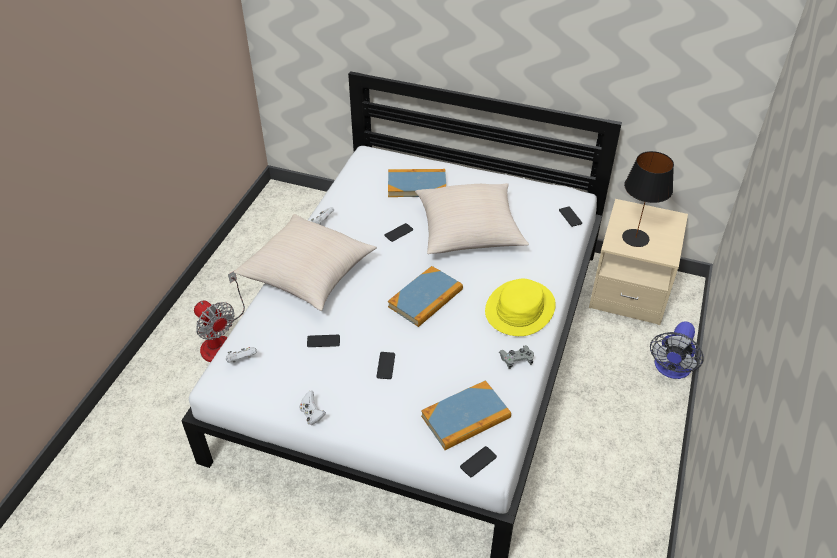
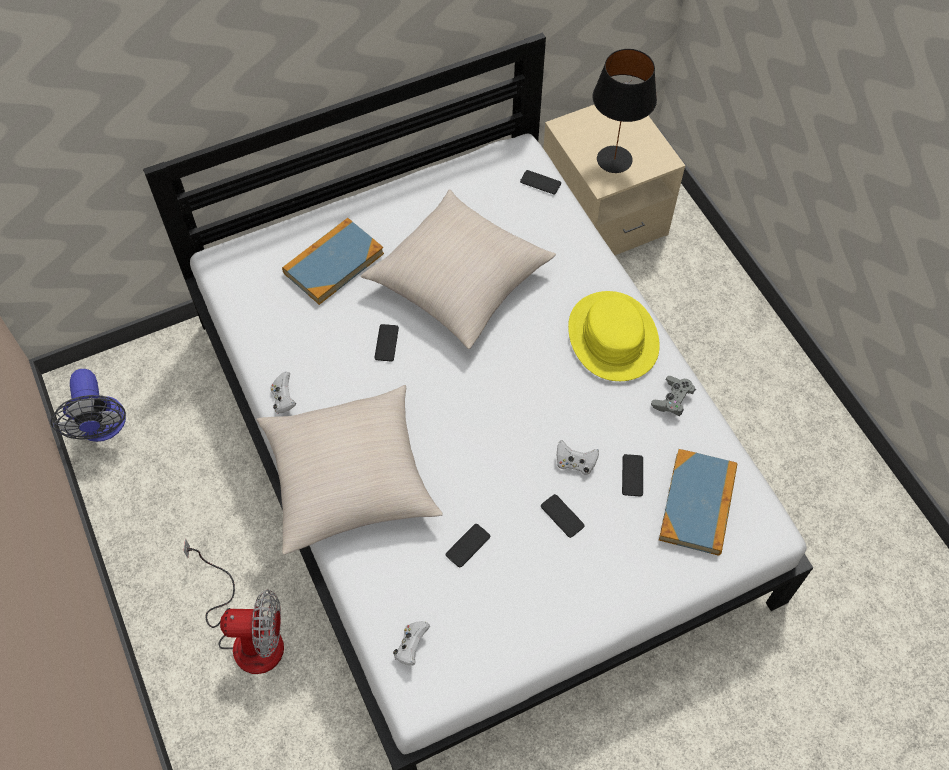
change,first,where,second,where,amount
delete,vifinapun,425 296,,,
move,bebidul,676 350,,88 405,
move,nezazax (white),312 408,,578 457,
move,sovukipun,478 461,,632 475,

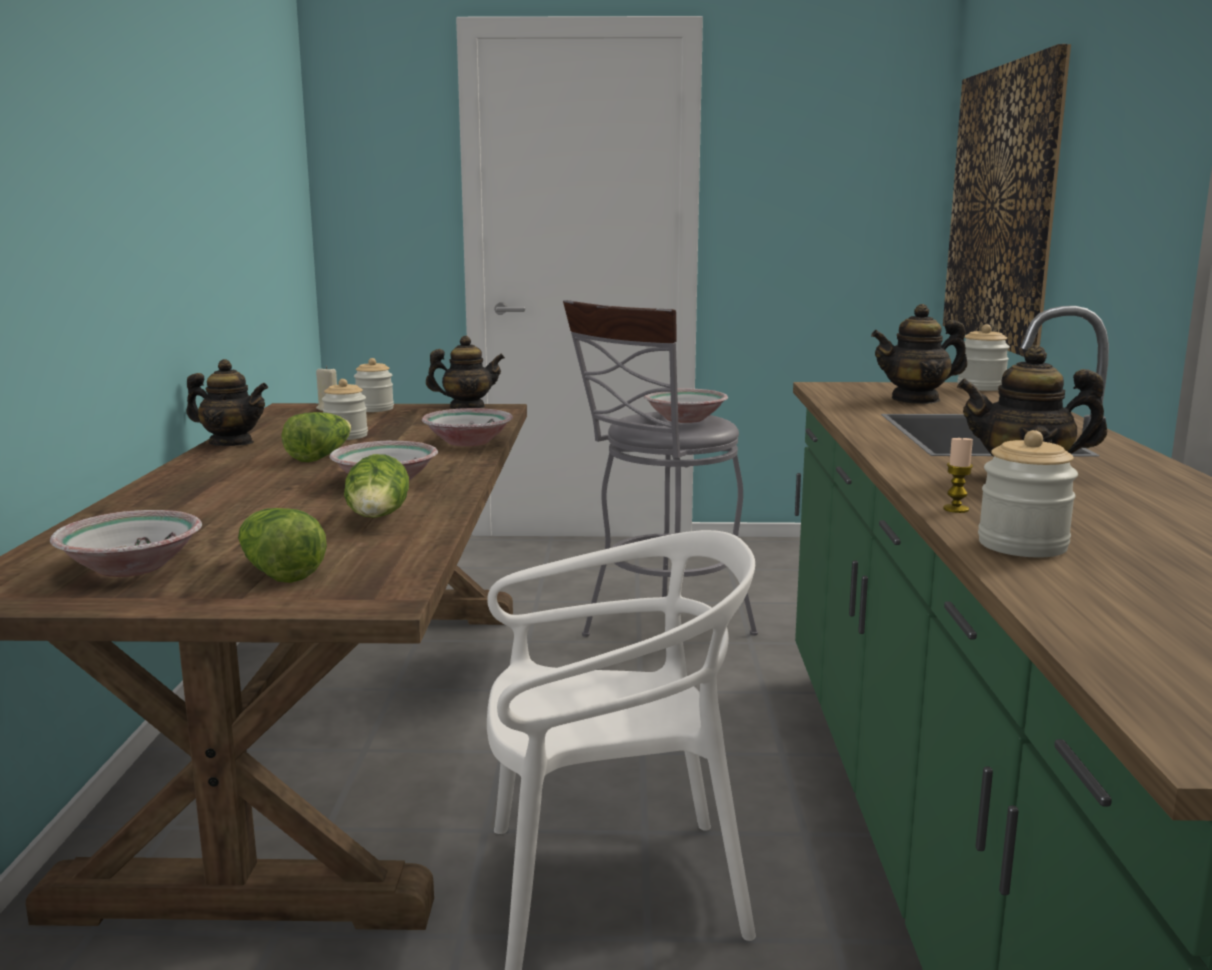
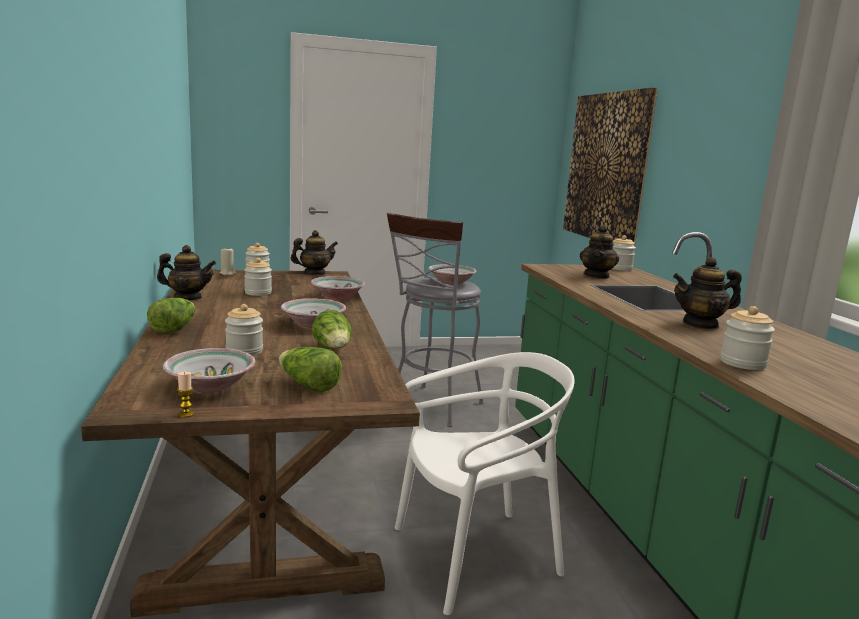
change,first,where,second,where,amount
rotate,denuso,919 354,,599 252,45 degrees counterclockwise
move,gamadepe,316 437,,171 316,
move,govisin,958 474,,185 395,
insert,,,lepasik,244 330,

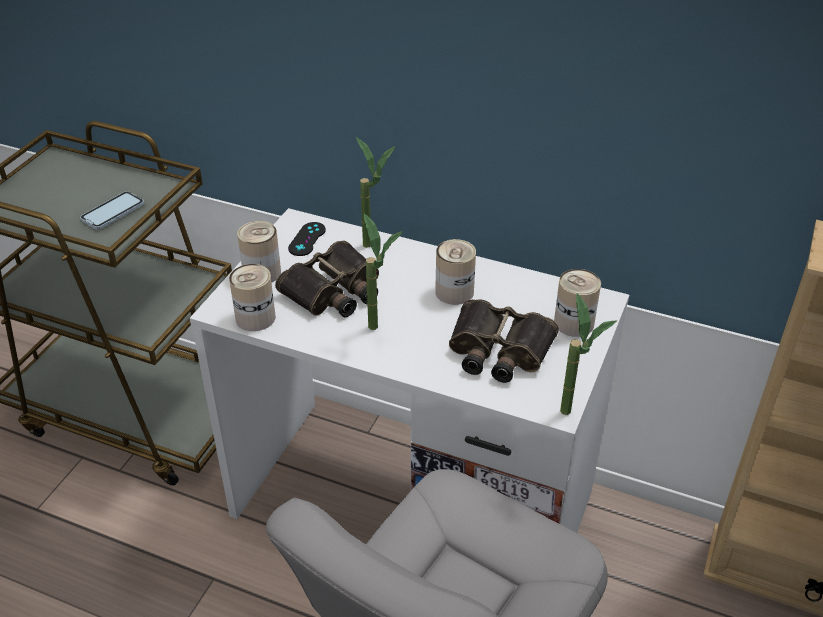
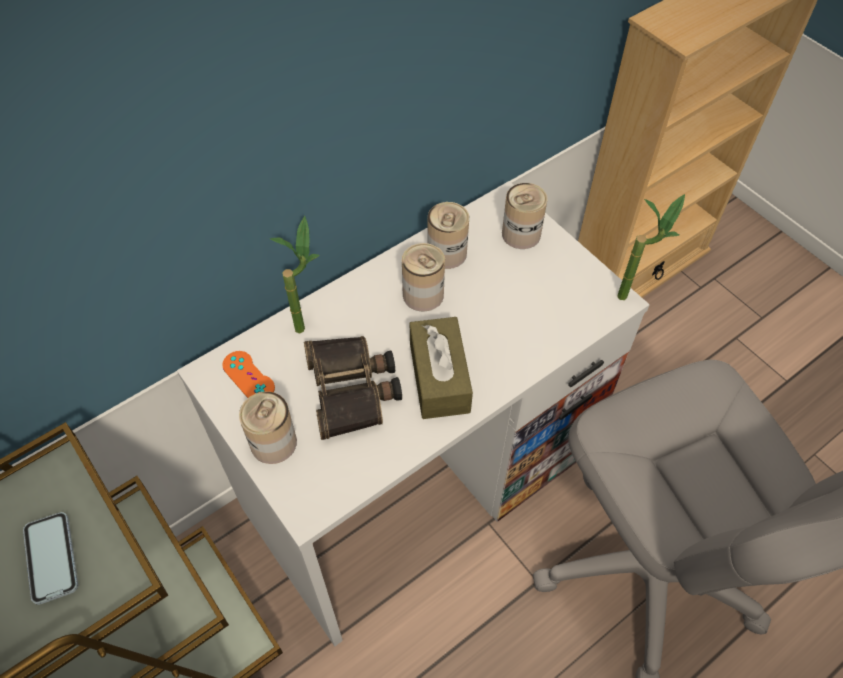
change,first,where,second,where,amount
replace,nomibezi,383 271,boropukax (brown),441 368,
recolor,nezazax (black),307 239,nezazax (orange),248 374,
move,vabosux,252 297,,448 235,
delete,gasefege,504 341,,,

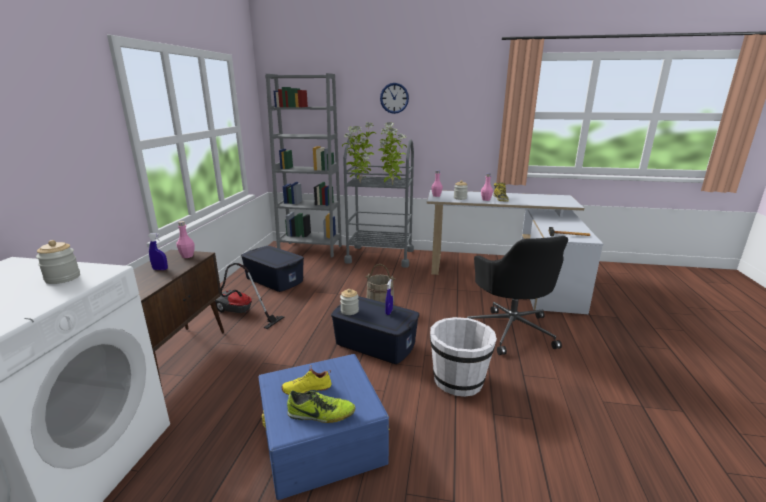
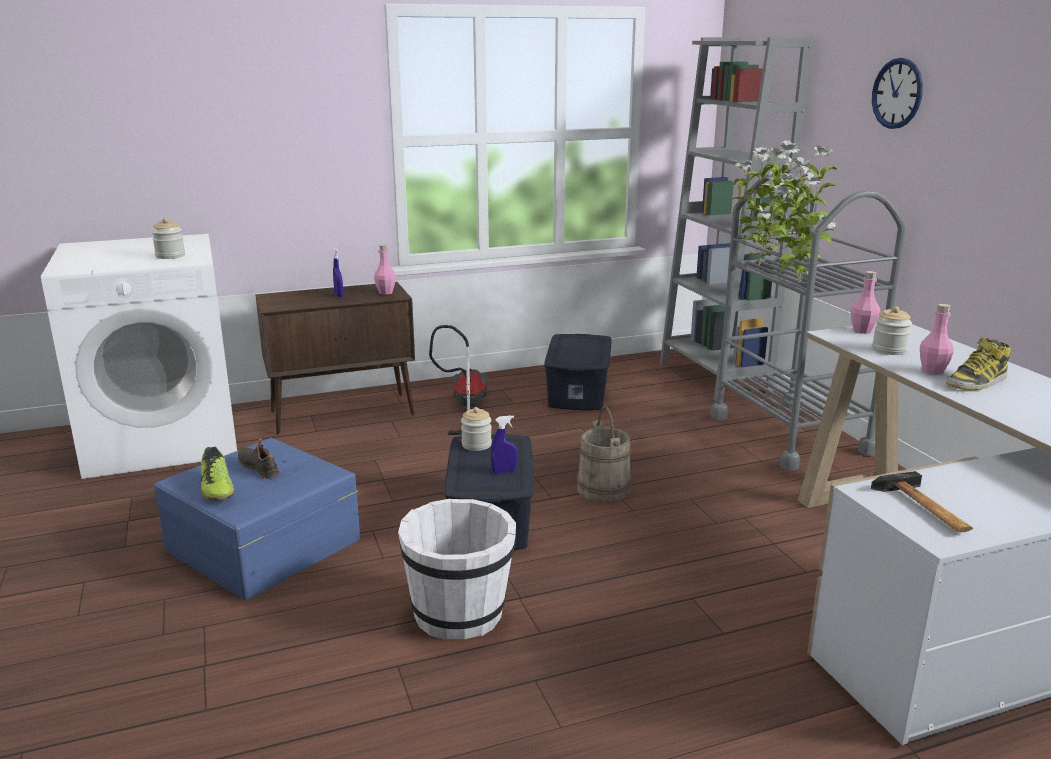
change,first,where,second,where,amount
delete,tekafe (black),517 295,,,
recolor,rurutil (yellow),307 380,rurutil (black),258 459,

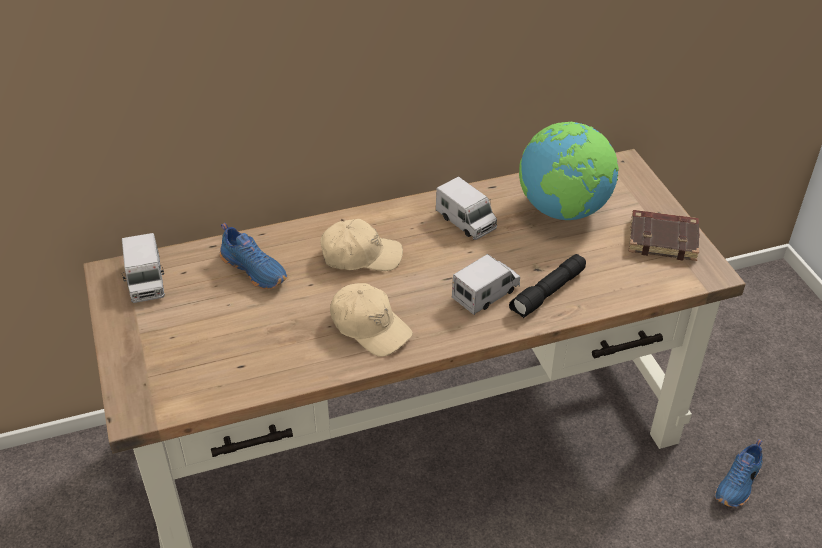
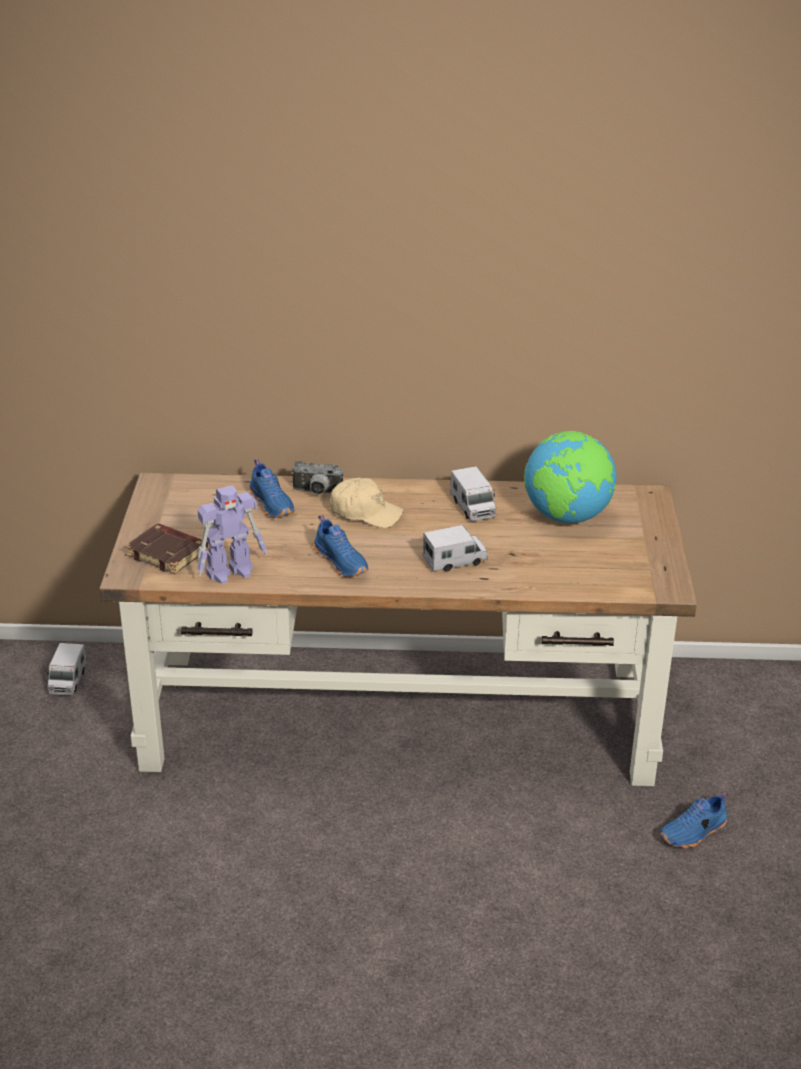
change,first,where,second,where,amount
move,vifinapun (brown),664 235,,166 548,
move,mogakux,143 268,,66 669,
delete,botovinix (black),547 286,,,
replace,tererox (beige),371 320,rurutil (blue),341 546,
insert,,,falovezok,317 478,
insert,,,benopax,232 534,

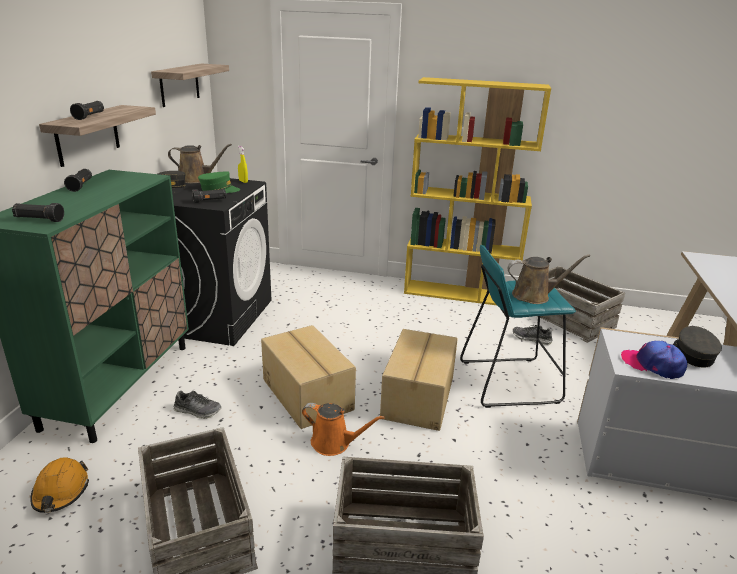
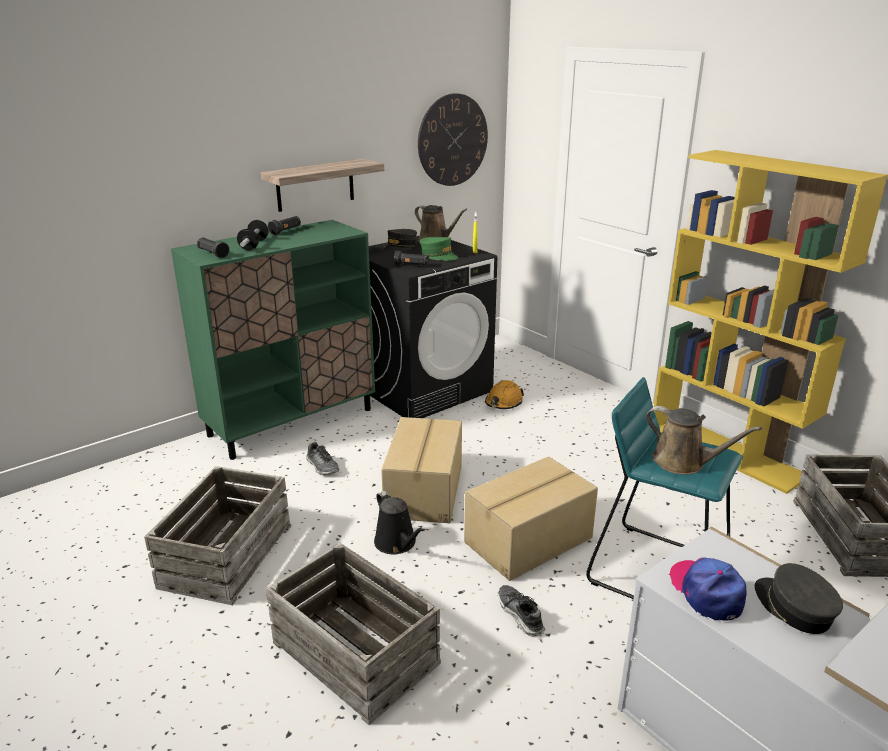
change,first,where,second,where,amount
replace,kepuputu,190 85,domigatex,453 139,
delete,botovinix (black),87 110,,,
move,rurutil,532 335,,521 611,
rotate,tererox (grey),697 347,,799 598,75 degrees counterclockwise
recolor,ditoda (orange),343 429,ditoda (black),399 523,
move,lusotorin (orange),59 485,,504 394,
insert,,,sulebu,252 235,

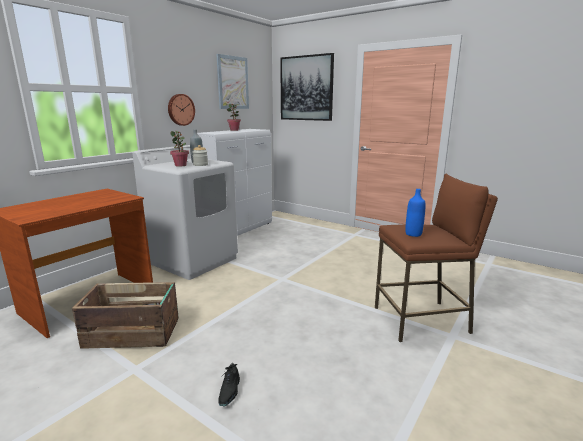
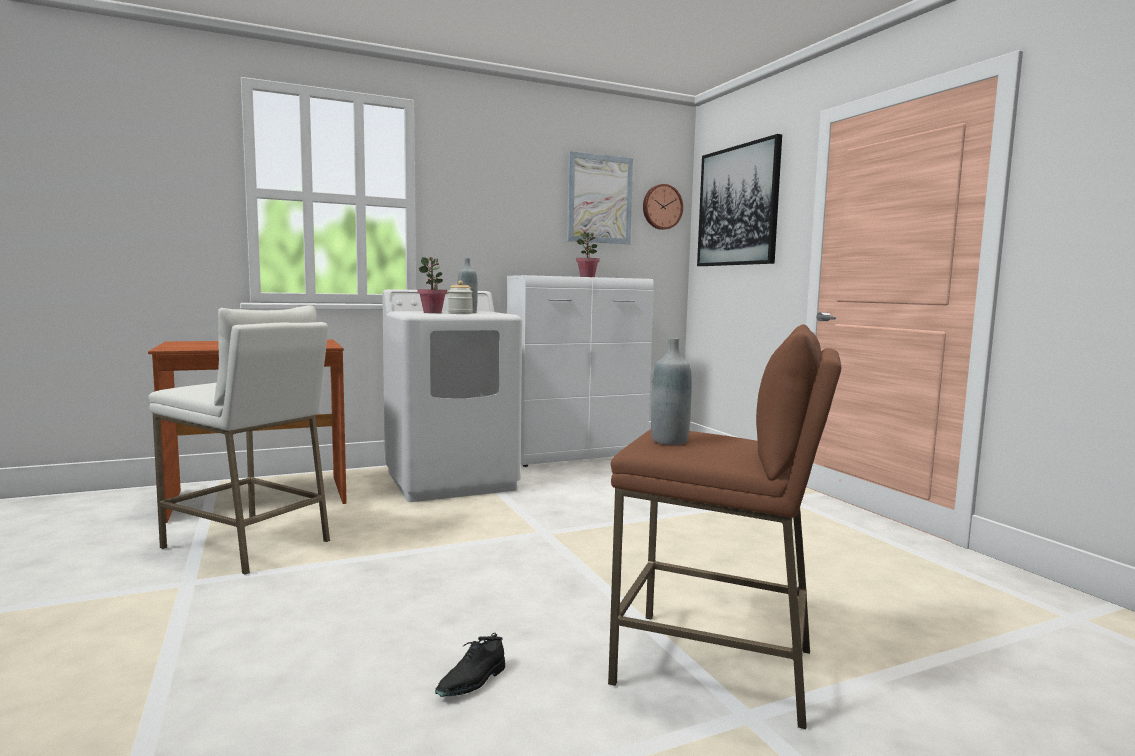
change,first,where,second,where,amount
move,domigatex,181 110,,663 207,
recolor,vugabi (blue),415 213,vugabi (grey),671 391,
replace,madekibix,125 315,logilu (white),239 440,
move,rurutil (black),229 385,,470 665,

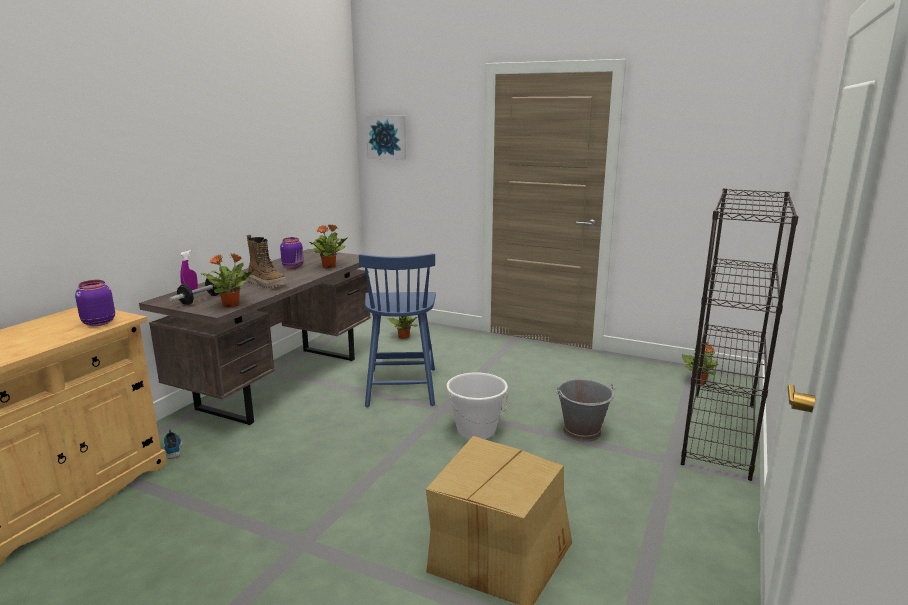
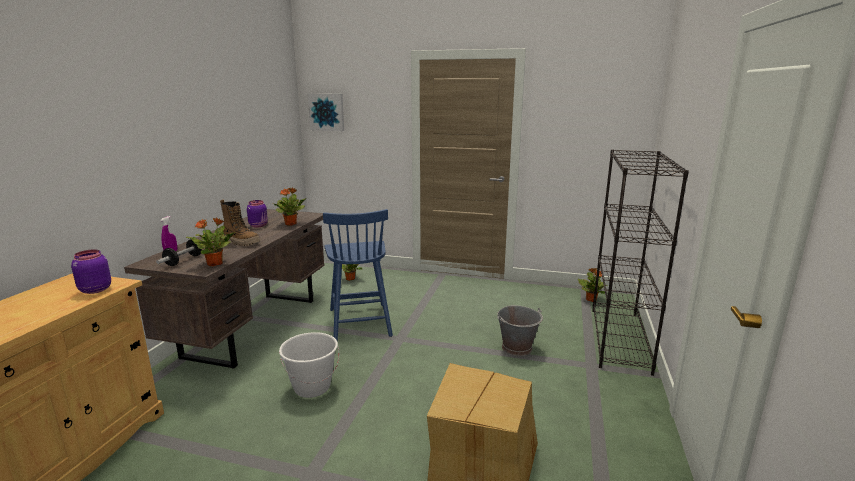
change,first,where,second,where,amount
move,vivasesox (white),477 406,,309 365,
delete,rurutil,172 444,,,

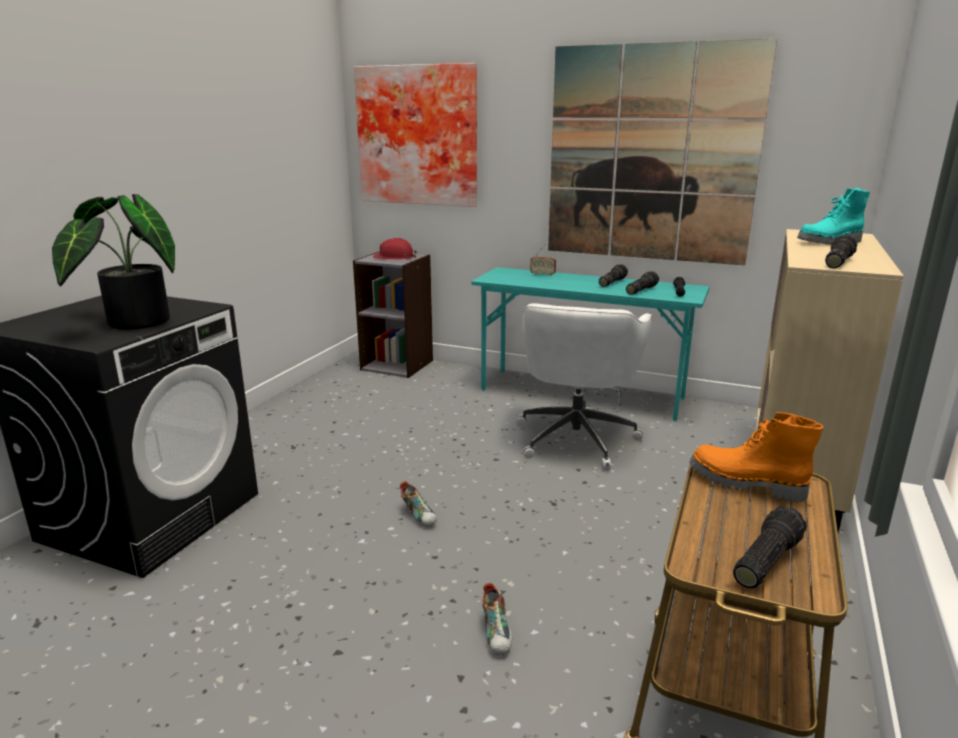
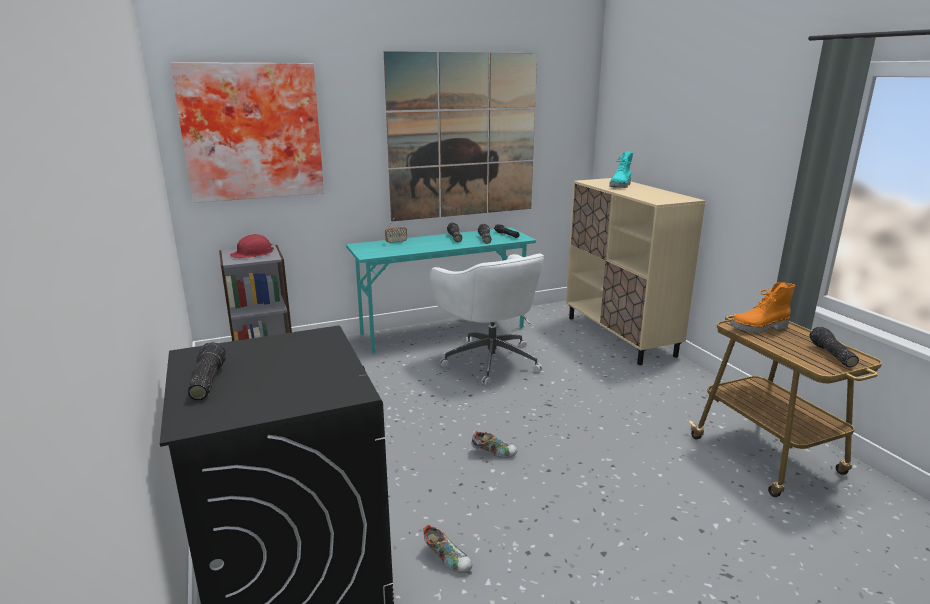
change,first,where,second,where,amount
delete,nomibezi,113 262,,,
move,botovinix,841 251,,207 371,
move,rurutil,497 619,,447 549,

